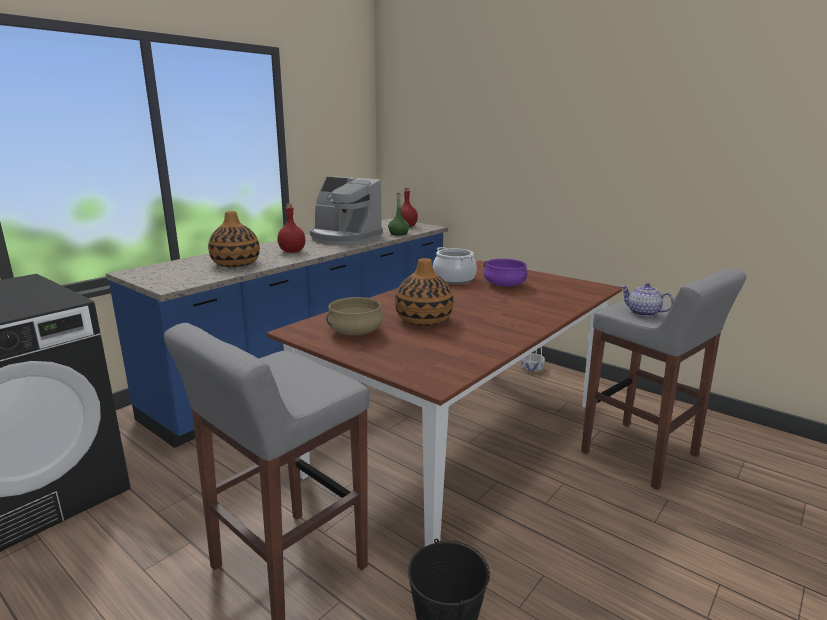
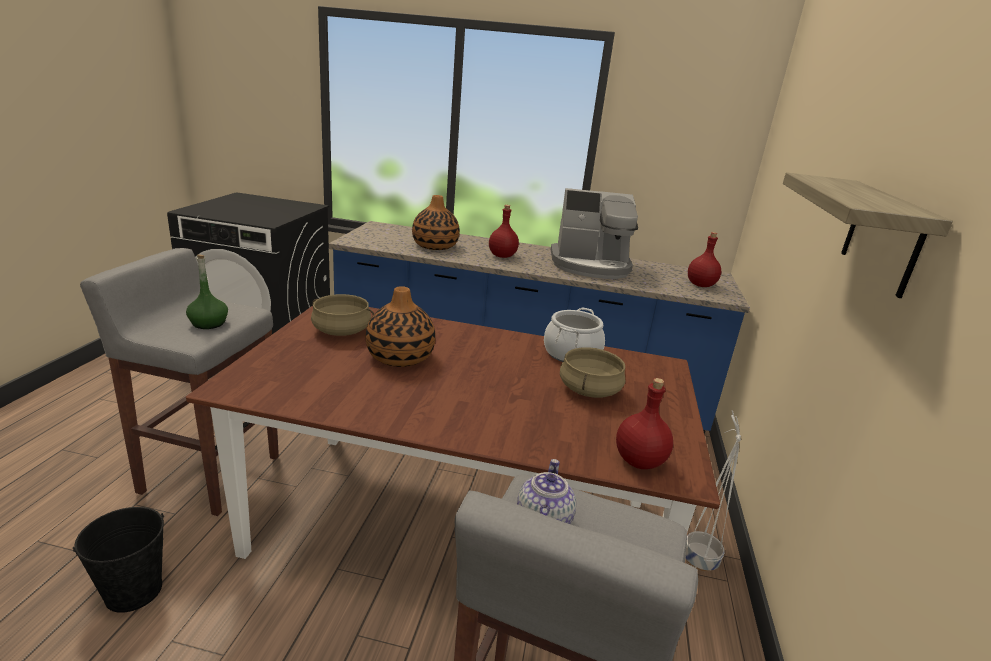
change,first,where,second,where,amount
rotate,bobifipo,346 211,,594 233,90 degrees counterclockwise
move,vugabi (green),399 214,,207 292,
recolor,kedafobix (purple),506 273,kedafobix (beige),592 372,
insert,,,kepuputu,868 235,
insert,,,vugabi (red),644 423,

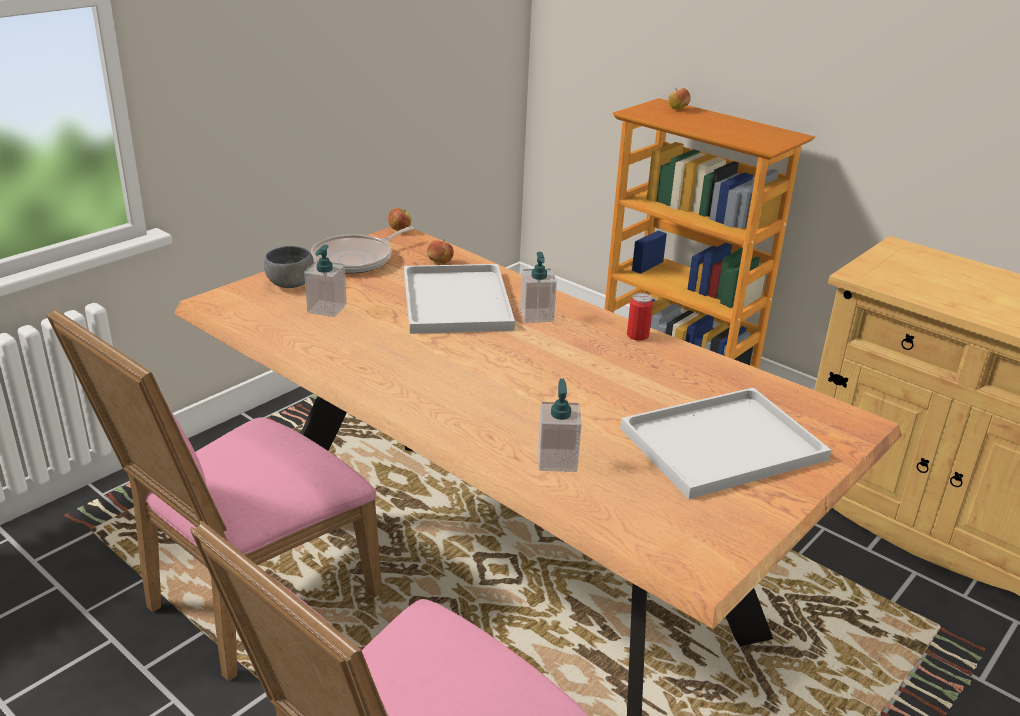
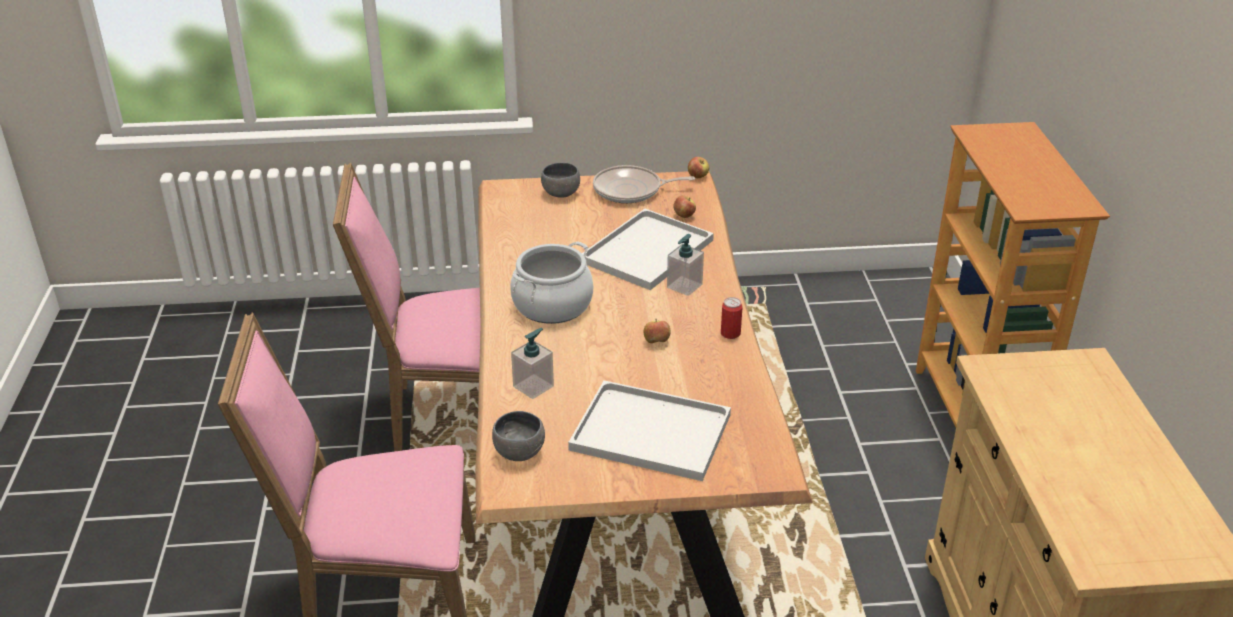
change,first,where,second,where,amount
move,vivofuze,679 99,,657 331,
delete,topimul,325 281,,,
insert,,,kedafobix,551 282,
insert,,,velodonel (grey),518 436,

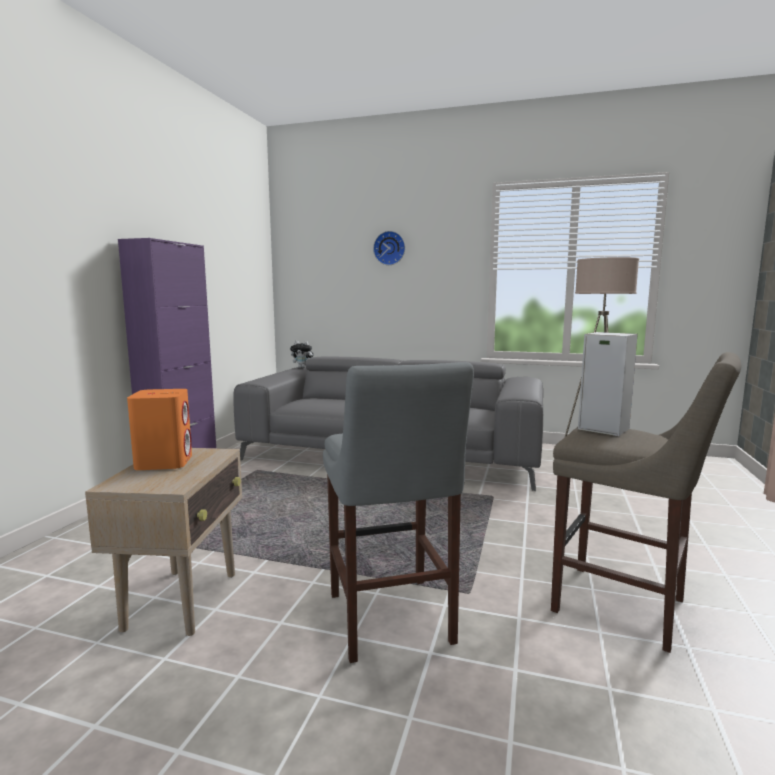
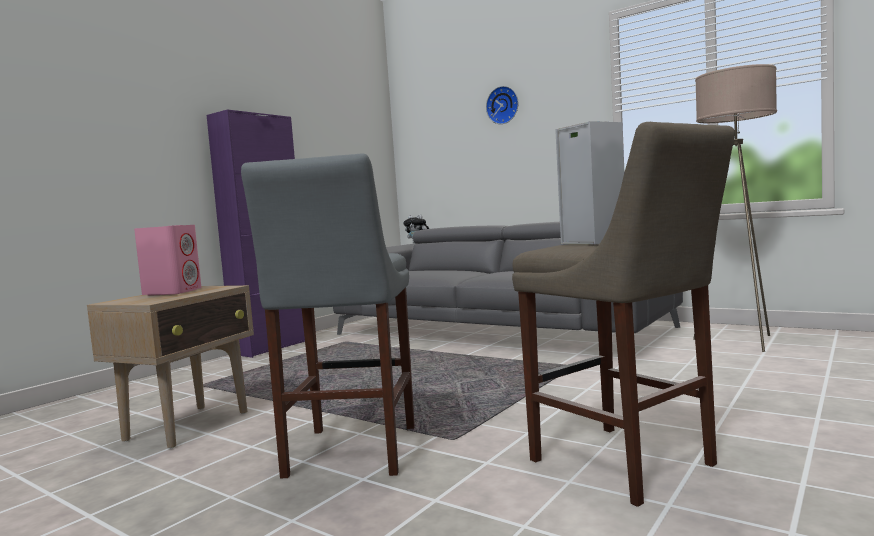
change,first,where,second,where,amount
recolor,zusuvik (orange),159 429,zusuvik (pink),168 260,

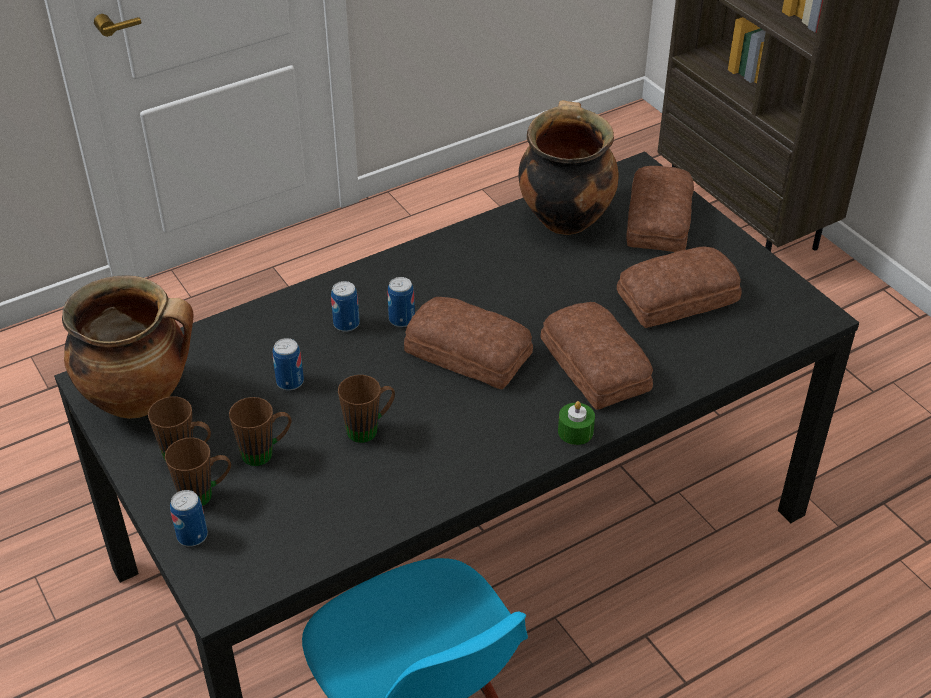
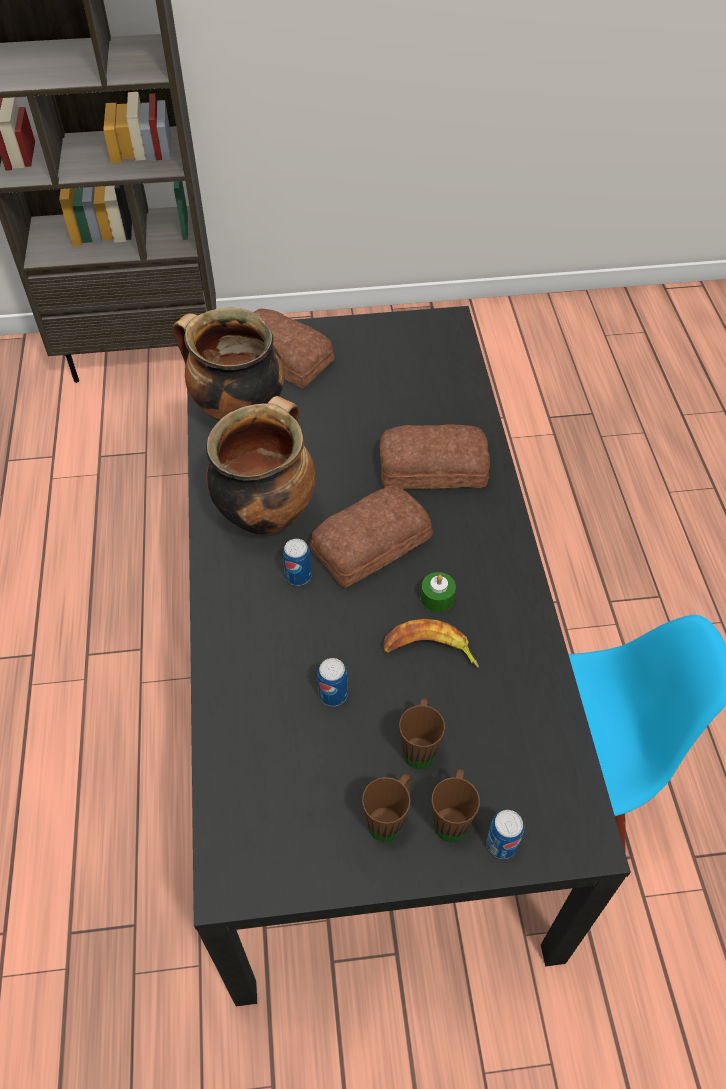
change,first,where,second,where,amount
delete,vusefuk,679 287,,,
move,kedafobix,128 347,,261 465,
delete,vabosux,345 306,,,
replace,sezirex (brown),366 409,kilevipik,431 643,
move,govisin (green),576 423,,438 592,

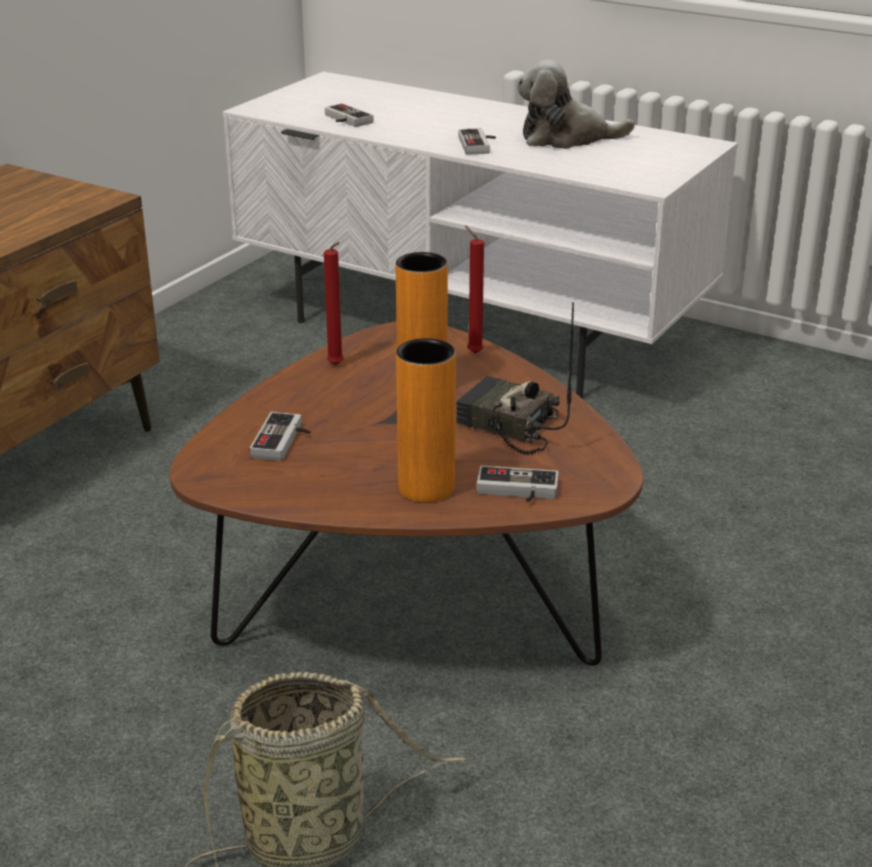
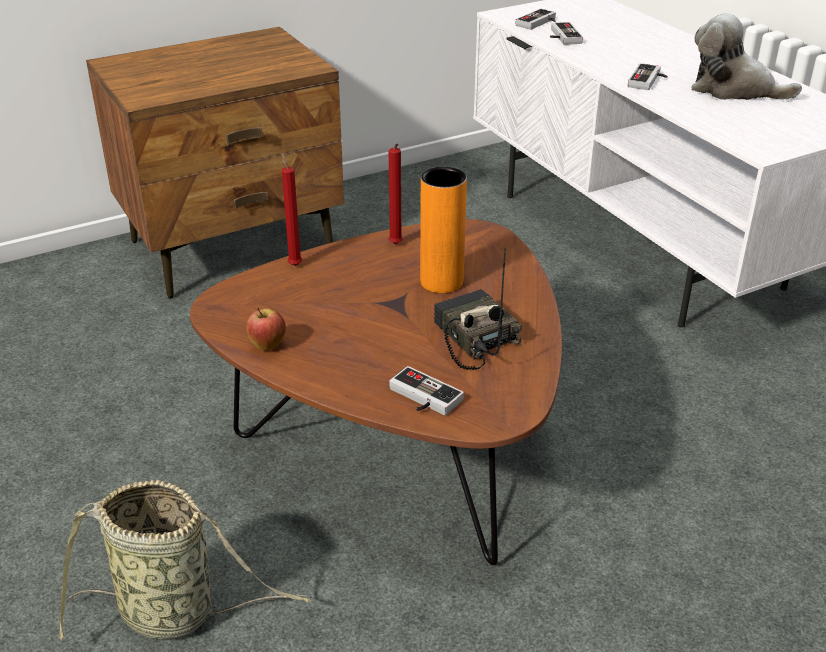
change,first,where,second,where,amount
move,govisin (red),474 289,,292 209,
delete,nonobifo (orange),426 420,,,
move,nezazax,280 436,,536 19,
insert,,,vivofuze,266 328,

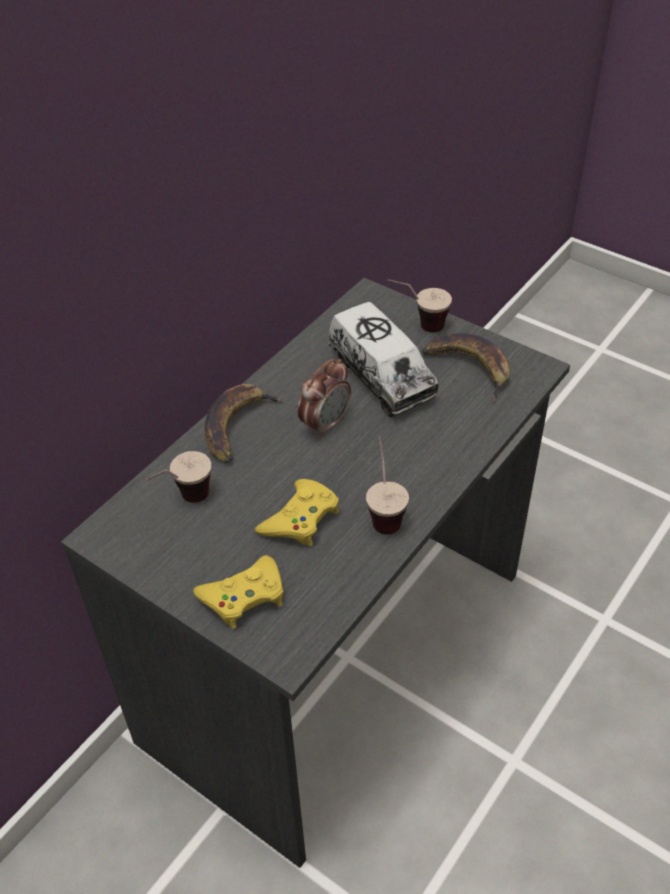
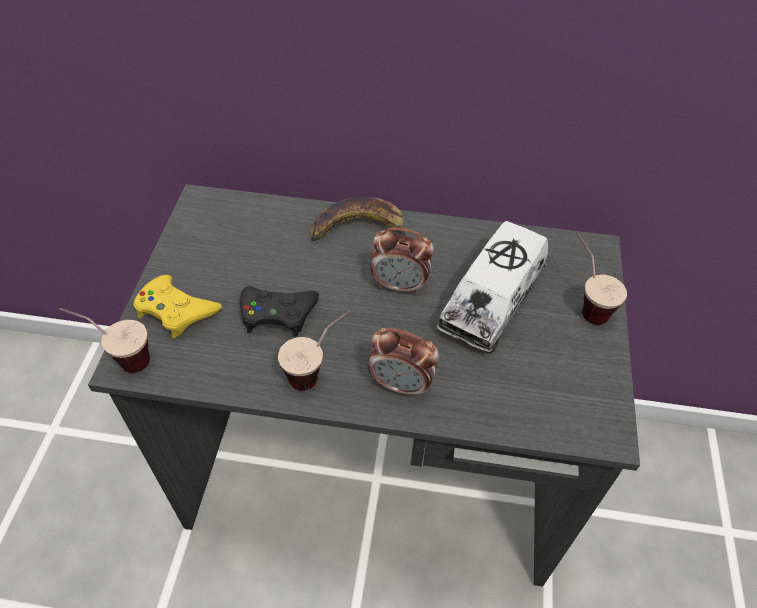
change,first,where,second,where,amount
delete,kilevipik,466 367,,,
move,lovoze,178 477,,104 340,
recolor,nezazax (yellow),297 513,nezazax (black),279 311,
insert,,,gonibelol,403 363,

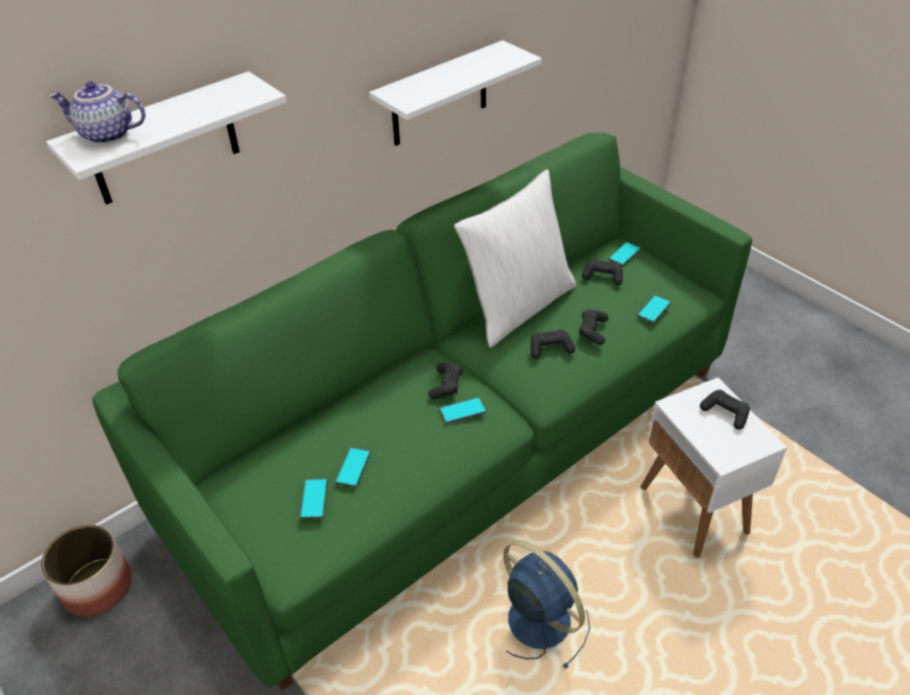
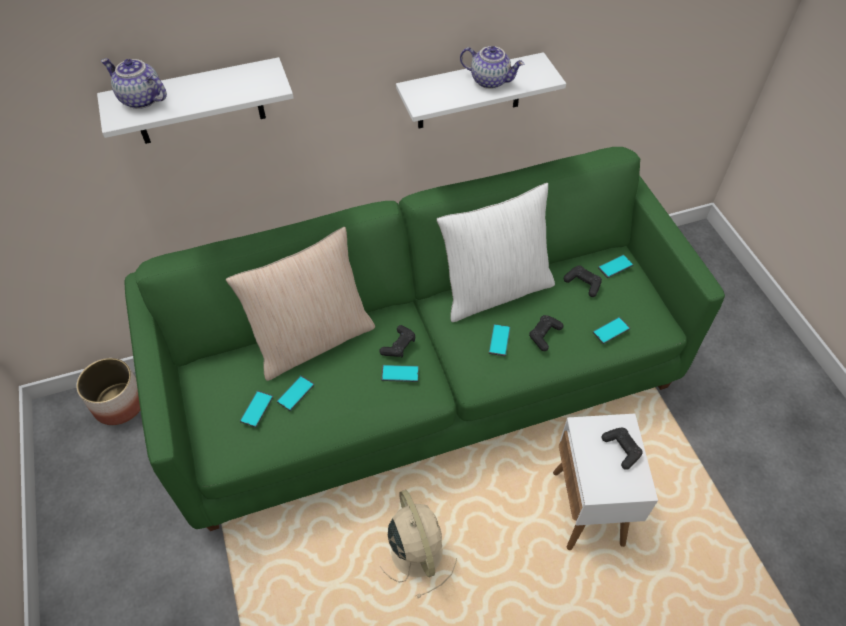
change,first,where,second,where,amount
replace,nezazax (black),553 344,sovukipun,499 340,
recolor,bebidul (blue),546 605,bebidul (beige),418 544,
insert,,,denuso,492 67,
insert,,,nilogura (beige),300 304,

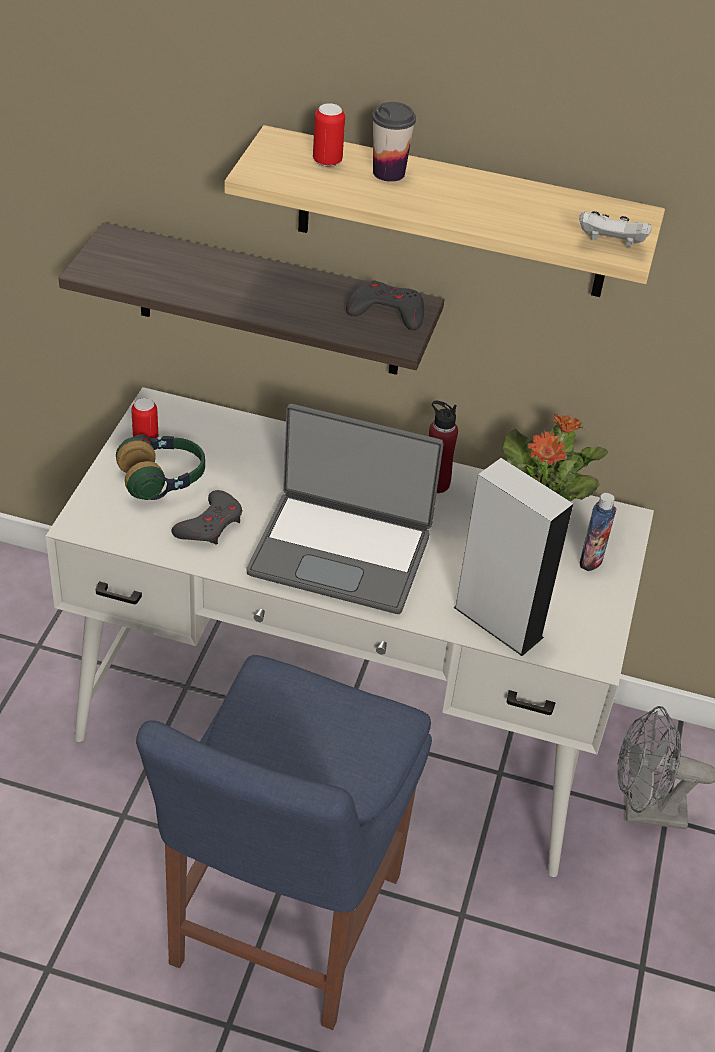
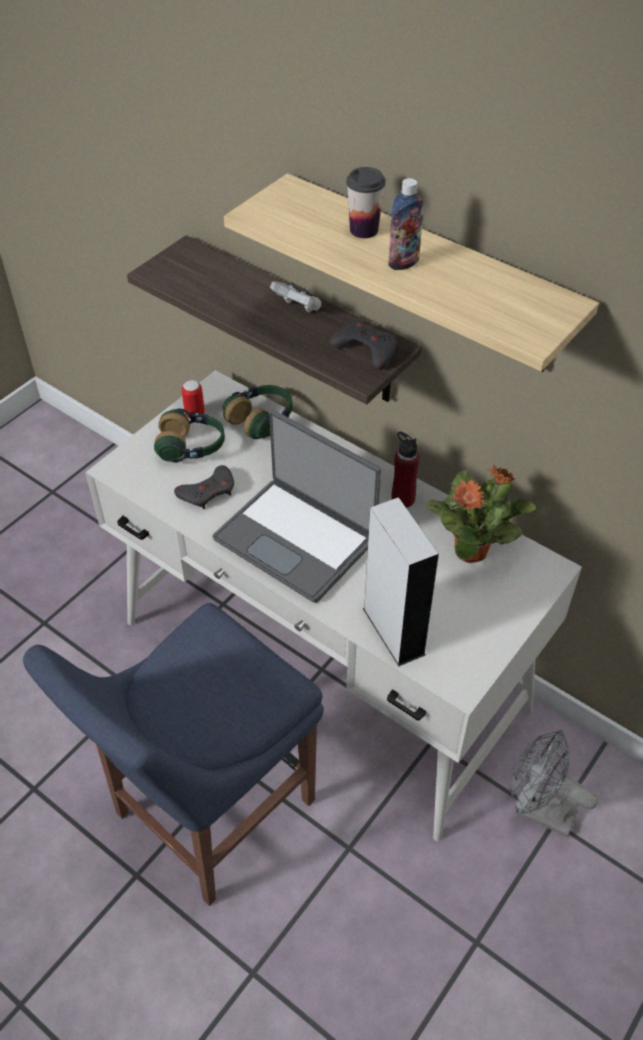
change,first,where,second,where,amount
delete,vabosux,329 135,,,
move,nezazax (white),615 229,,295 297,
move,vugabi,598 532,,406 224,
insert,,,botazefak,258 412,

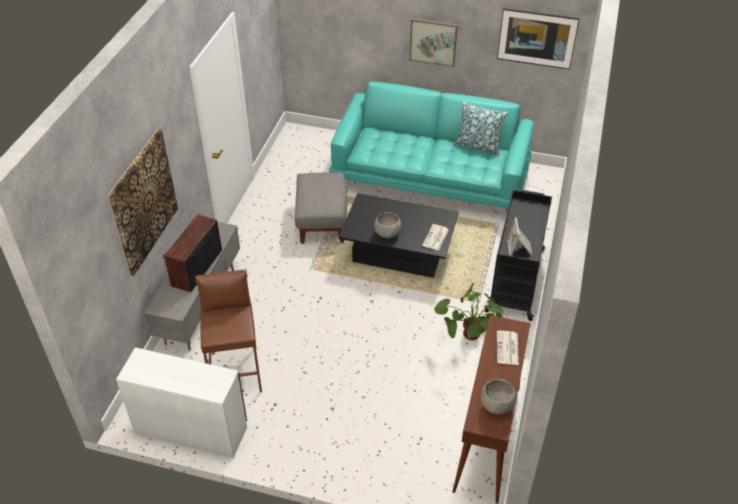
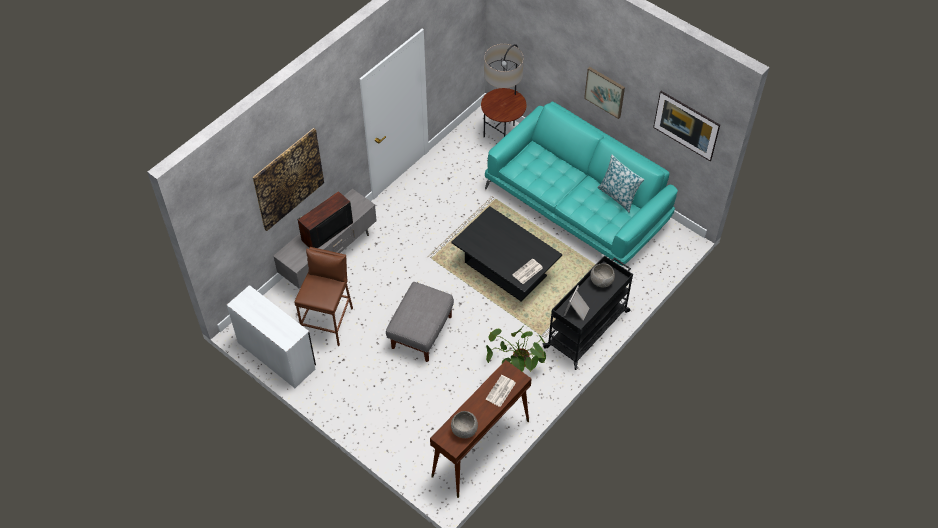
change,first,where,second,where,amount
move,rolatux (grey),321 208,,420 322,
move,velodonel (grey),387 225,,602 275,
insert,,,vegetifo,503 90,

